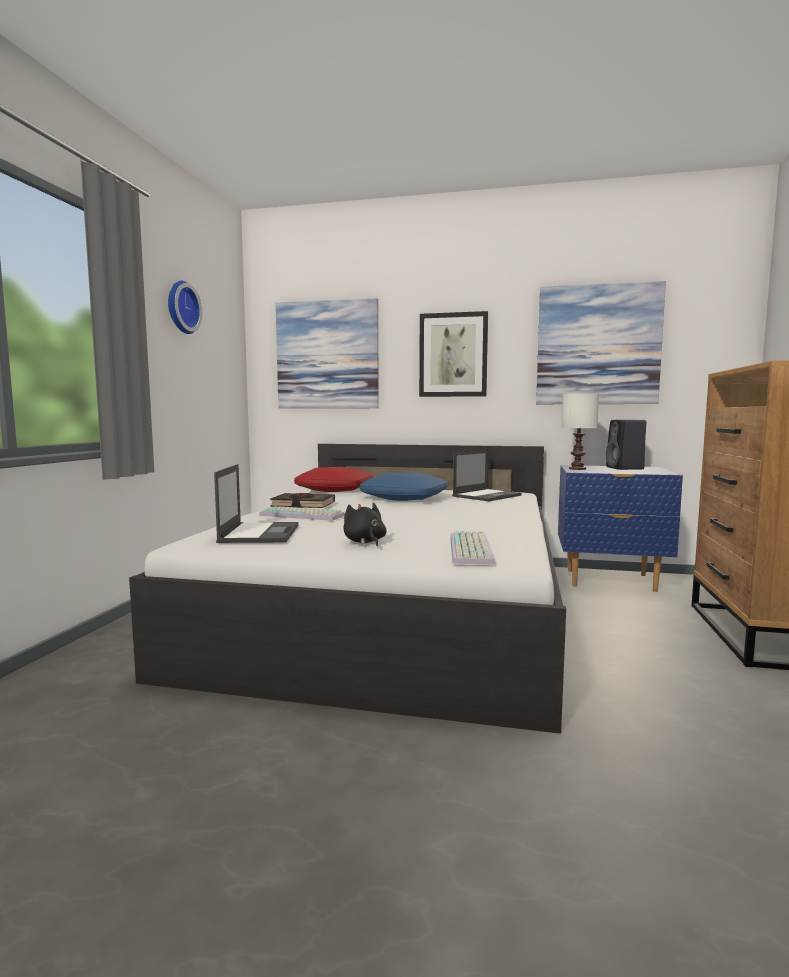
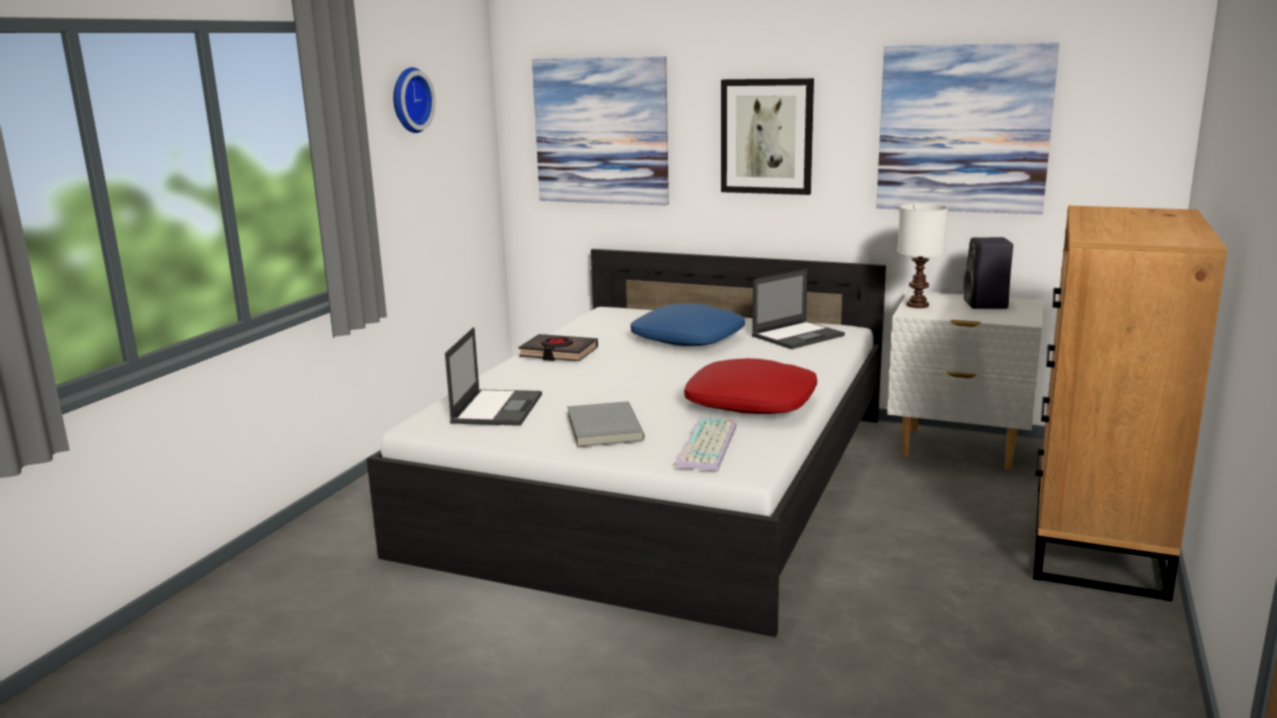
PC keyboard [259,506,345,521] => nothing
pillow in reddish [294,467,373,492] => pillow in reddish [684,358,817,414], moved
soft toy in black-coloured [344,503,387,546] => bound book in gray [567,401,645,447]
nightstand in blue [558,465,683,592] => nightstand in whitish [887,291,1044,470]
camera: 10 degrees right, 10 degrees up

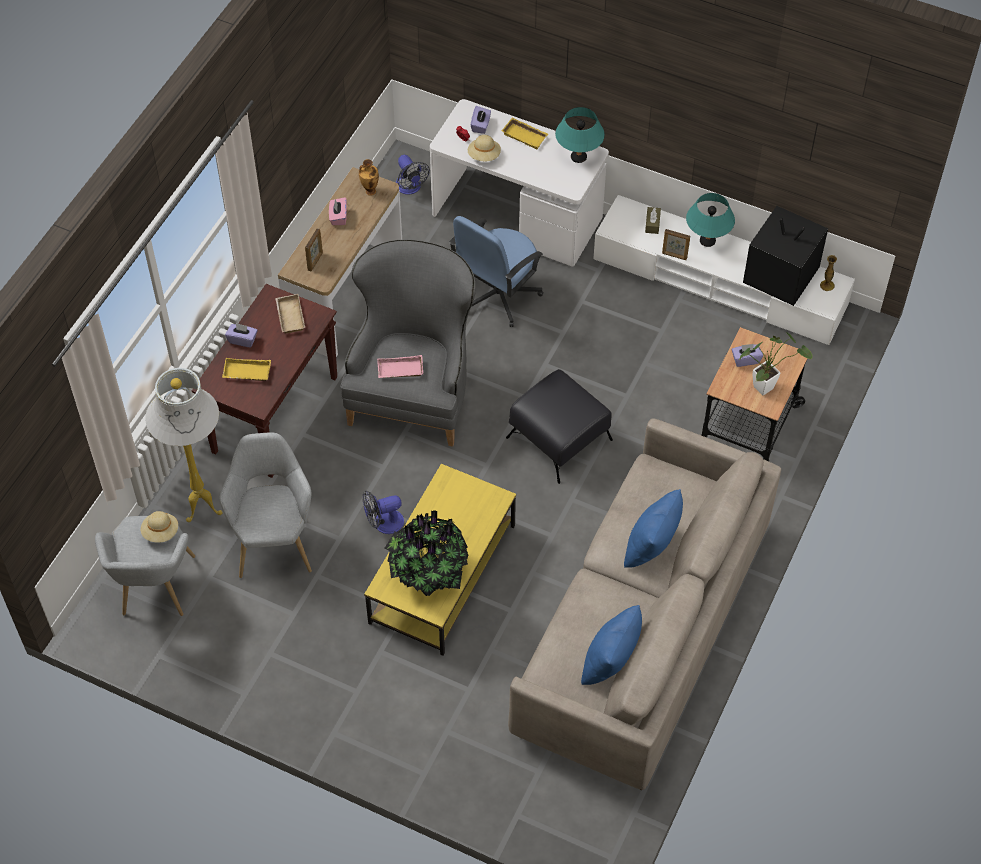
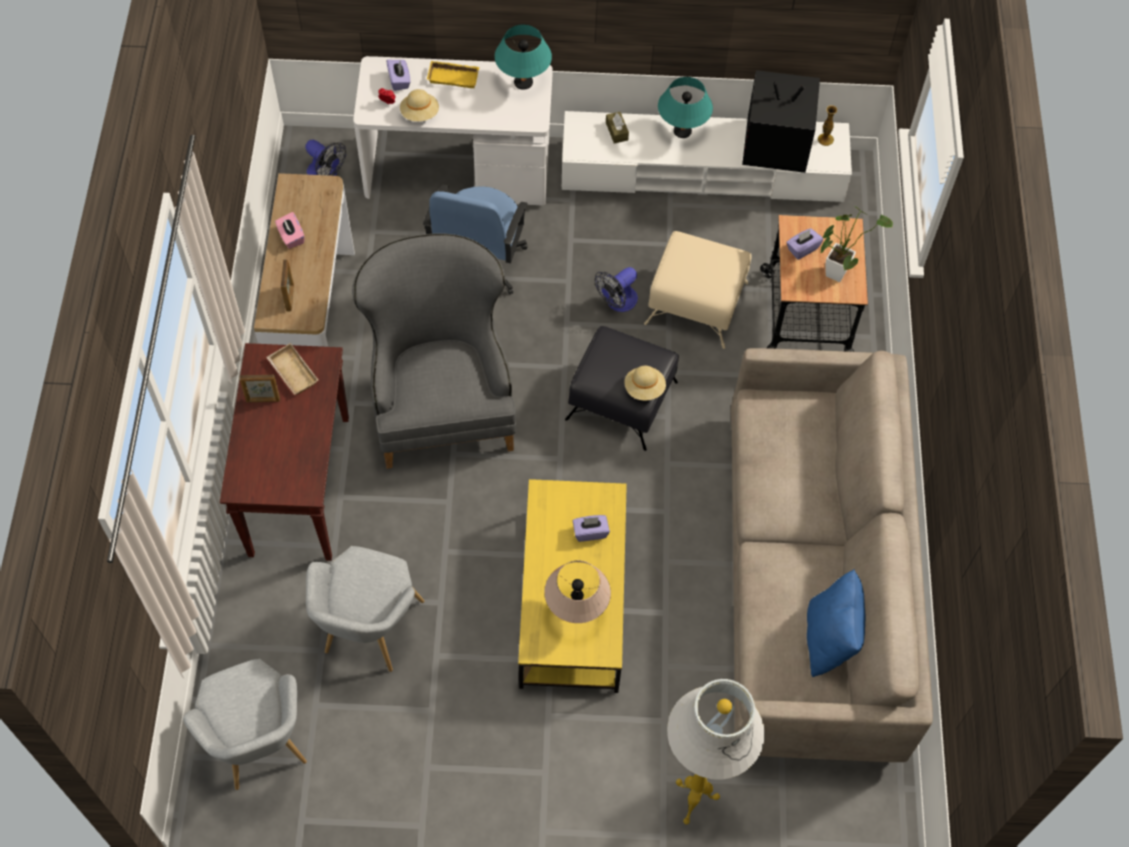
serving tray in yellow-coloured [222,358,271,381] => nothing
decorative vase [359,159,379,196] => nothing
serving tray in pink [377,355,423,378] => nothing
pillow in blue [624,489,683,568] => nothing
nothing => footrest in sand-coloured [644,231,752,349]
hat in sand-coloured [141,511,178,543] => hat in sand-coloured [625,366,666,400], moved
standard lamp in whitish [145,368,222,522] => standard lamp in whitish [667,679,765,825], moved
tissue box in purple [225,323,258,348] => tissue box in purple [573,515,610,542], moved
cooling fan [363,491,404,534] => cooling fan [595,267,638,312], moved
picture frame [662,229,690,260] => picture frame [239,374,280,402], moved
potted plant [384,510,469,596] => lamp for a table in sand-coloured [544,560,611,623]
easy chair in gray [219,432,312,578] => easy chair in gray [306,546,424,672], 135 degrees counterclockwise
camera: 25 degrees left, 5 degrees up

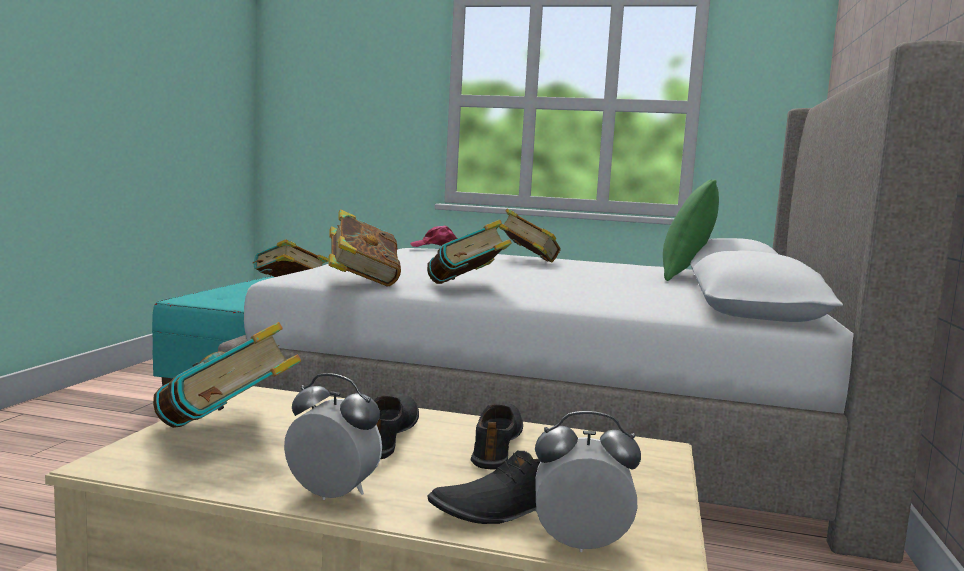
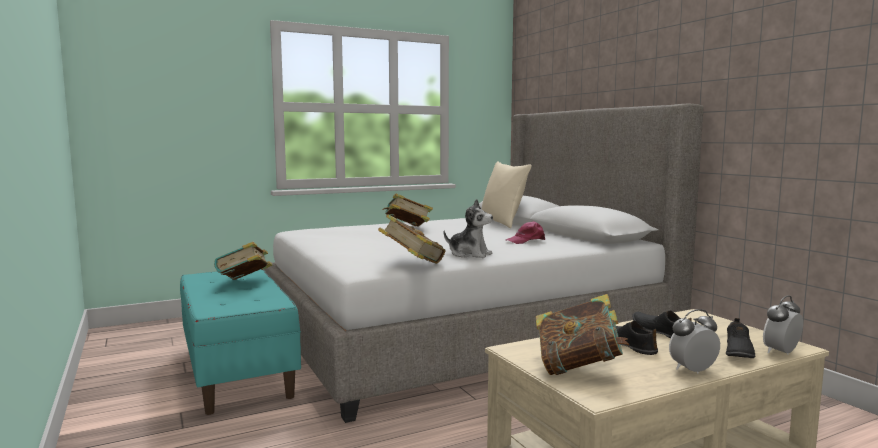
peaked cap in pink [410,225,457,247] => peaked cap in pink [506,221,545,244], moved
bound book [427,220,511,284] => soft toy [444,199,493,258]
pillow in green-coloured [663,180,719,281] => pillow in sand-coloured [482,161,532,228]
camera: 40 degrees left, 0 degrees up

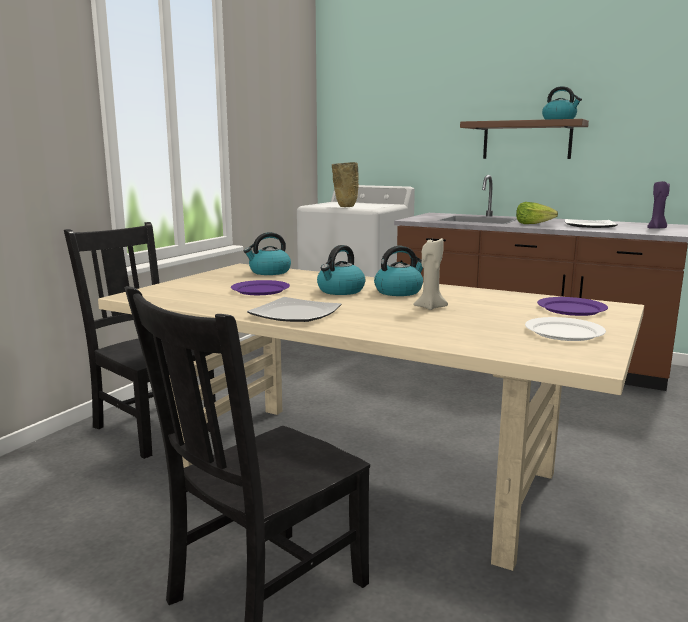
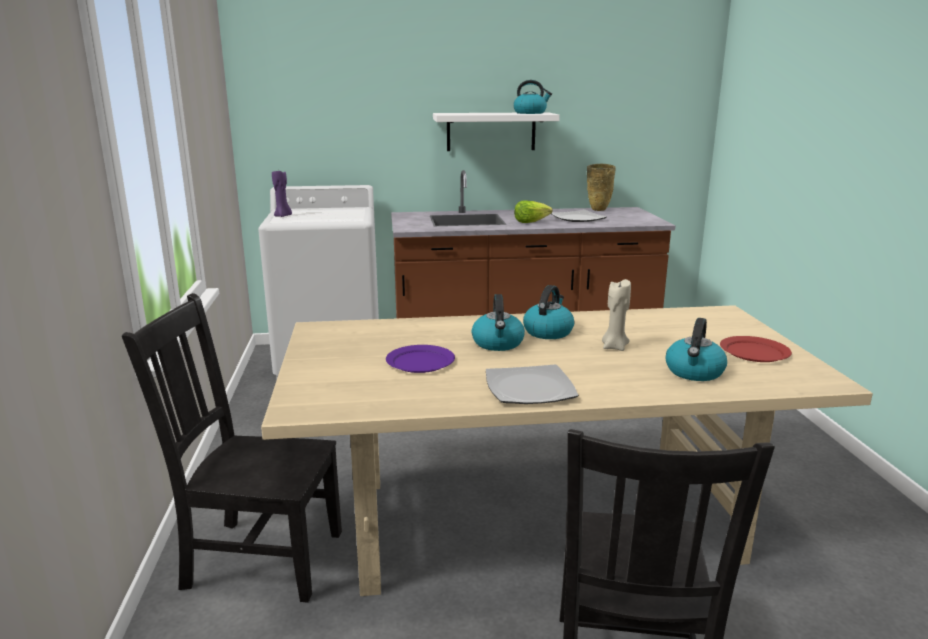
dinner plate in purple [537,297,608,316] => nothing
water kettle [244,232,291,275] => water kettle [666,318,727,381], moved
decorative vase in sand-coloured [332,162,359,207] => decorative vase in sand-coloured [587,164,616,211], moved
wax candle in purple [647,180,670,229] => wax candle in purple [272,169,292,217], moved
shelf in brown [460,119,589,159] => shelf in whitish [433,112,560,151]
dinner plate in whitish [525,317,606,341] => dinner plate in reddish [720,336,792,362]
camera: 35 degrees left, 5 degrees up

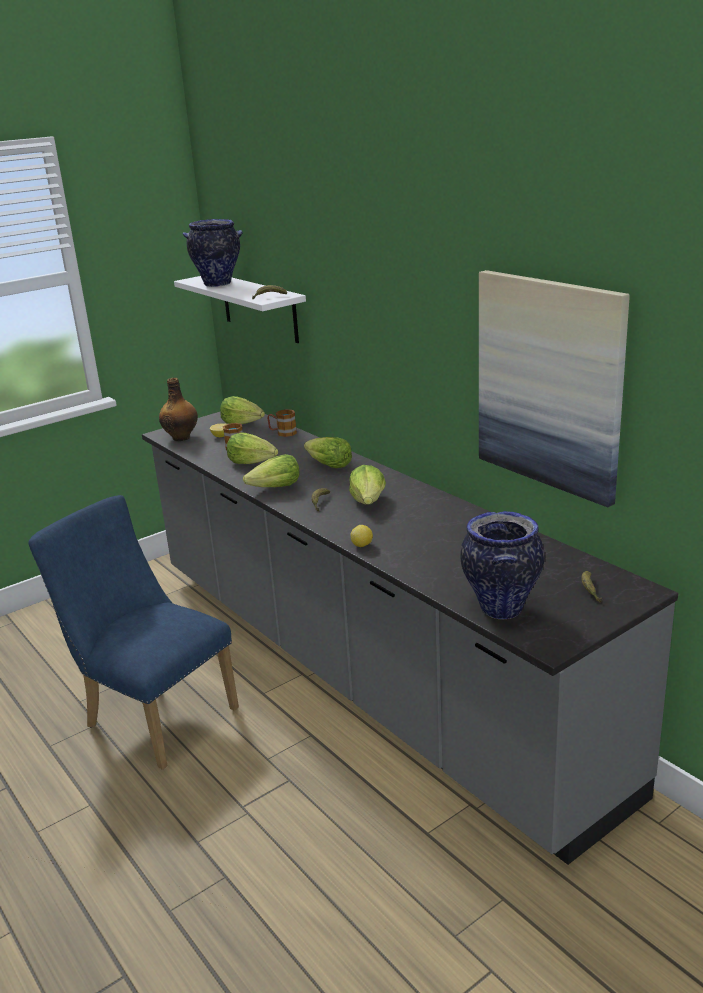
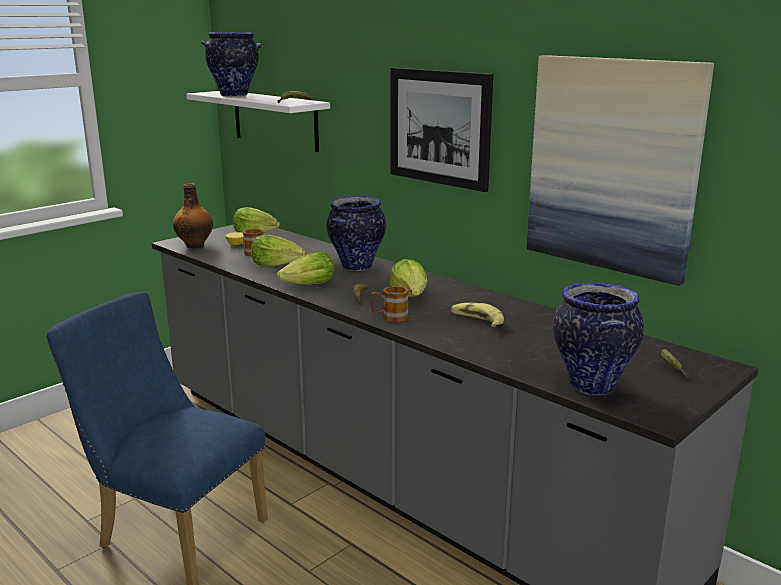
lemon [350,525,373,547] => nothing
nothing => picture [390,67,493,192]
nothing => banana fruit [451,303,504,327]
coffee mug [267,409,297,437] => coffee mug [371,286,409,322], moved
lettuce head [304,437,352,468] => decorative vase [327,196,386,271]
camera: 10 degrees left, 5 degrees down

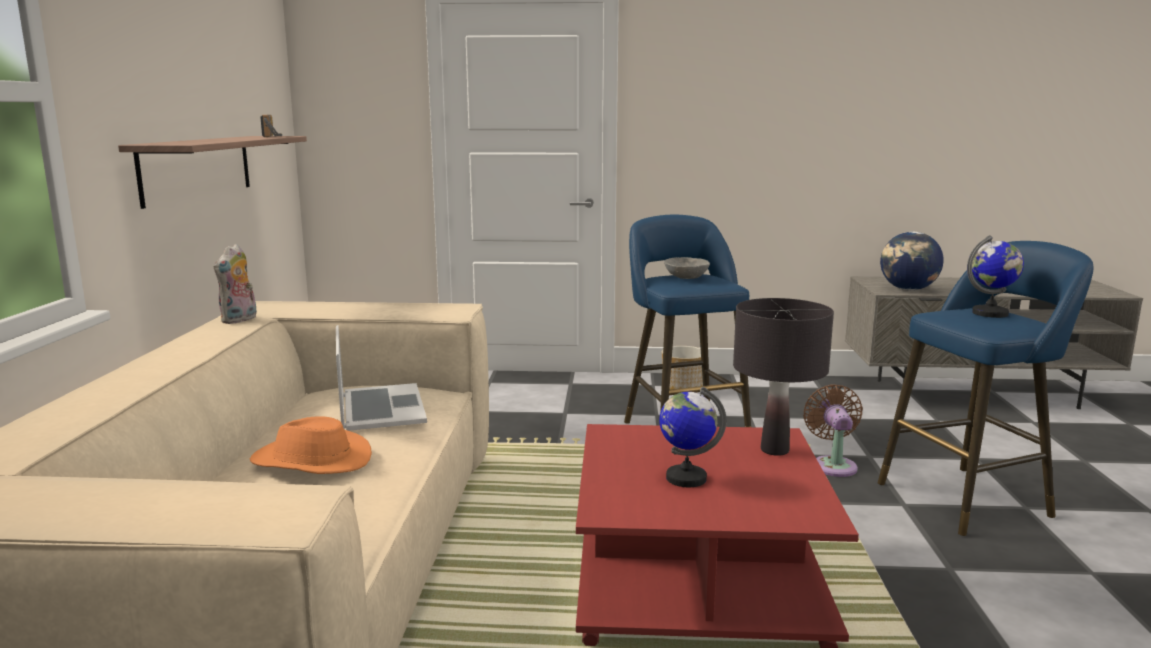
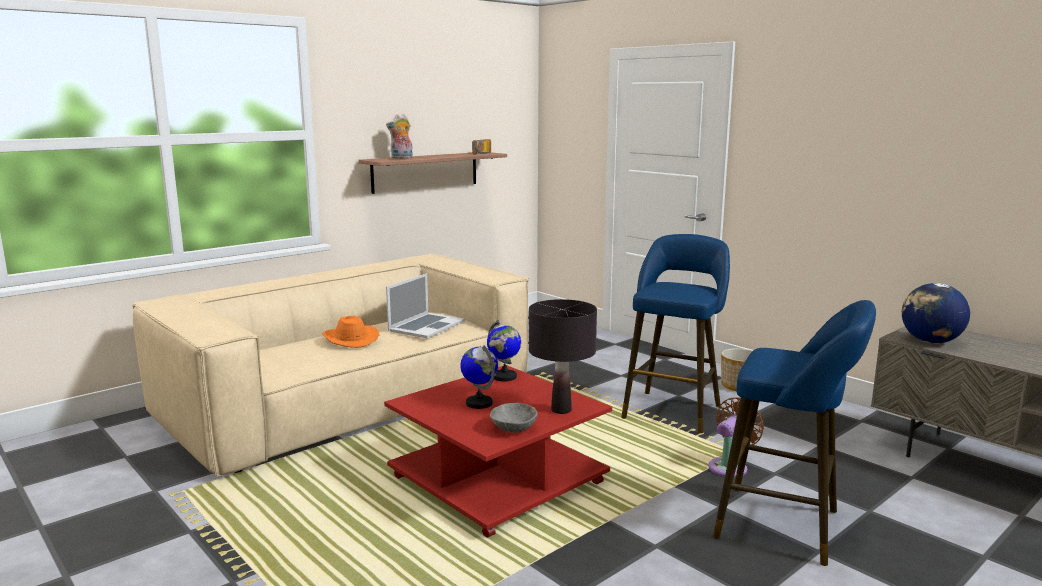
soft toy [213,244,257,324] => soft toy [386,114,413,159], moved
serving bowl in gray [664,257,710,279] => serving bowl in gray [490,403,538,433], moved
world globe [967,235,1024,318] => world globe [487,320,521,381], moved
camera: 45 degrees right, 0 degrees up

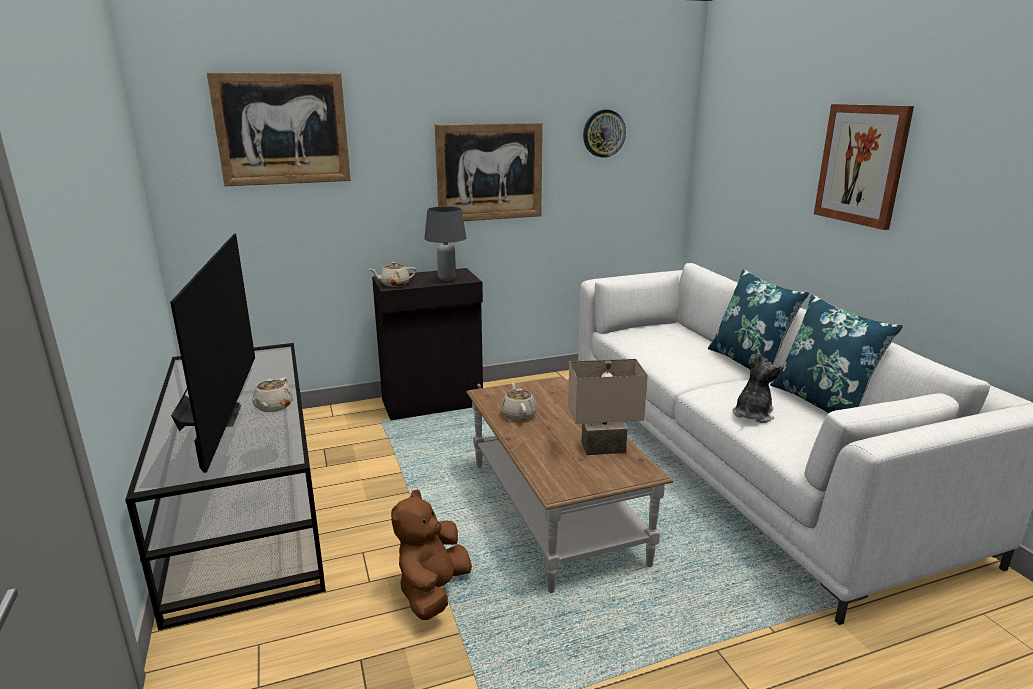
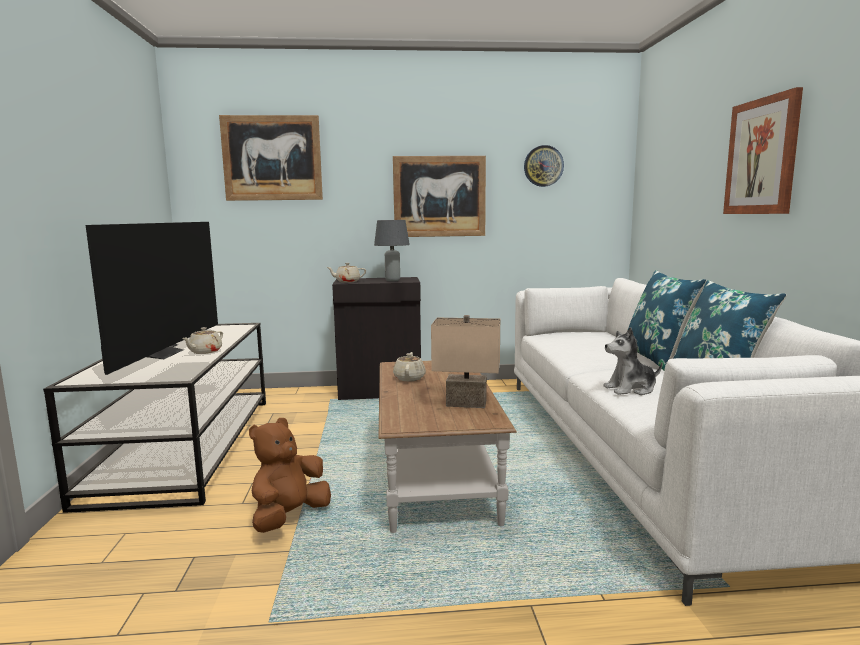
soft toy [732,353,784,423] => soft toy [603,327,663,395], 150 degrees counterclockwise
camera: 15 degrees right, 10 degrees down

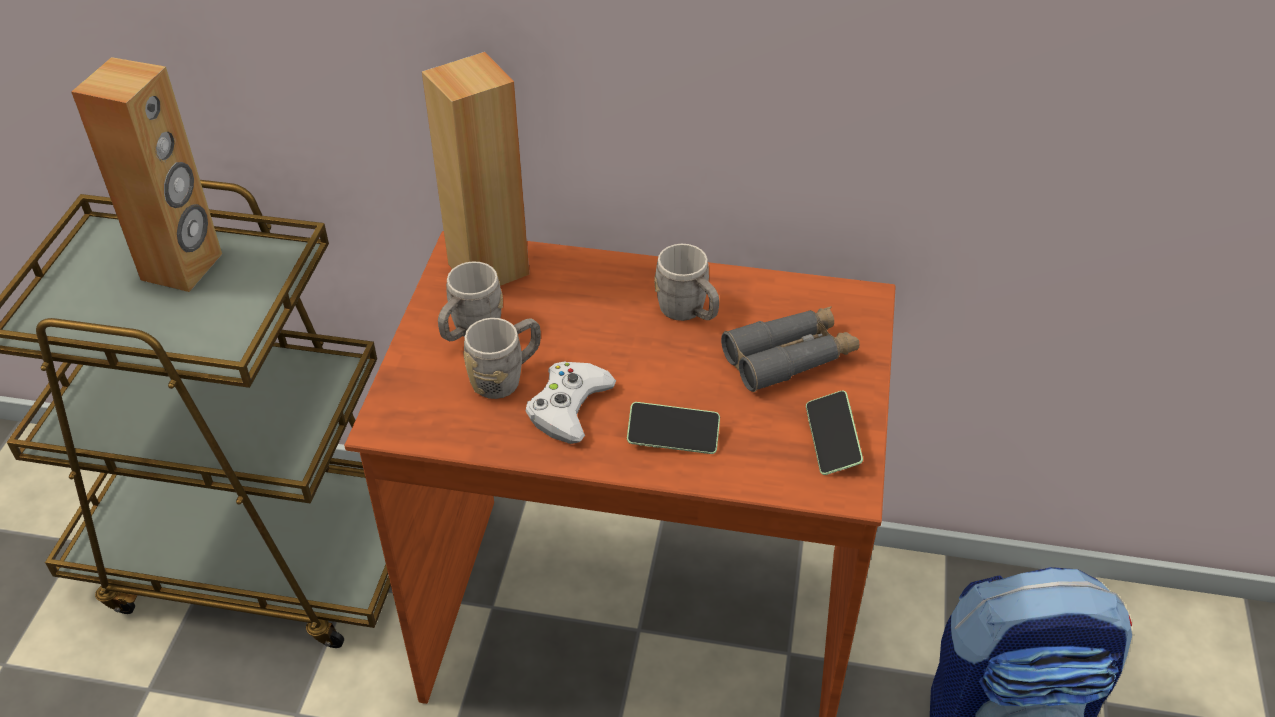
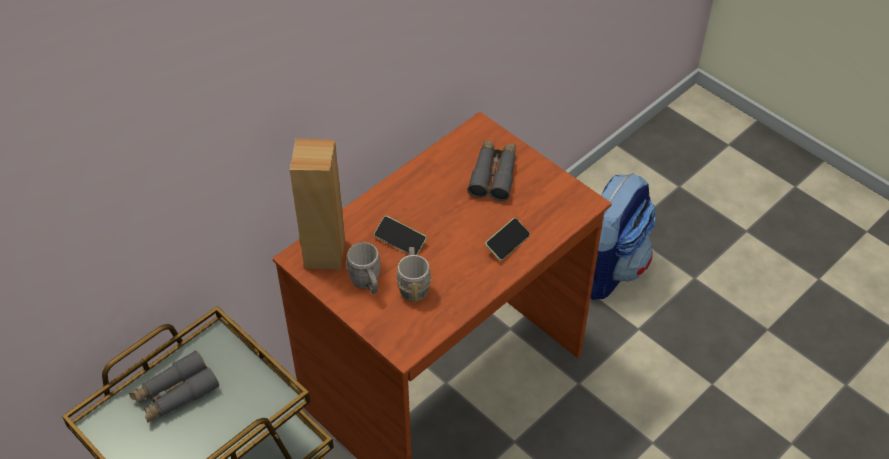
joypad in whitish [525,361,616,444] => nothing
coffee mug in gray [654,244,719,321] => nothing
phone [806,391,863,475] => phone [374,216,427,255], moved
speaker in brown [71,57,222,292] => pair of binoculars in gray [129,350,219,423]
camera: 55 degrees left, 5 degrees up

